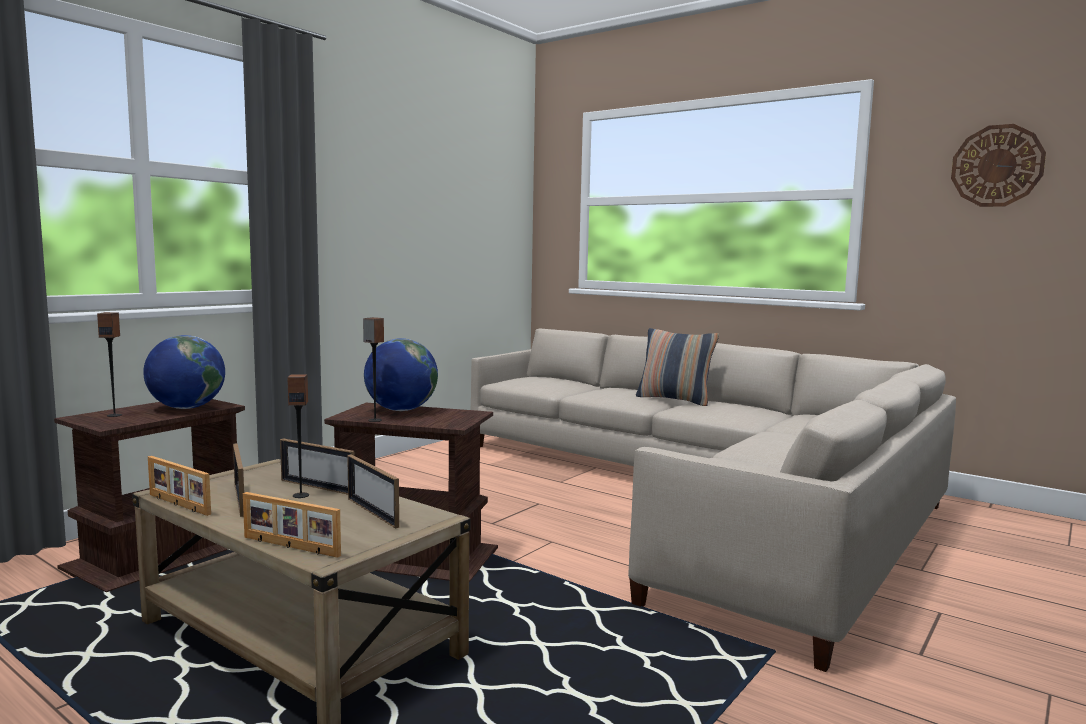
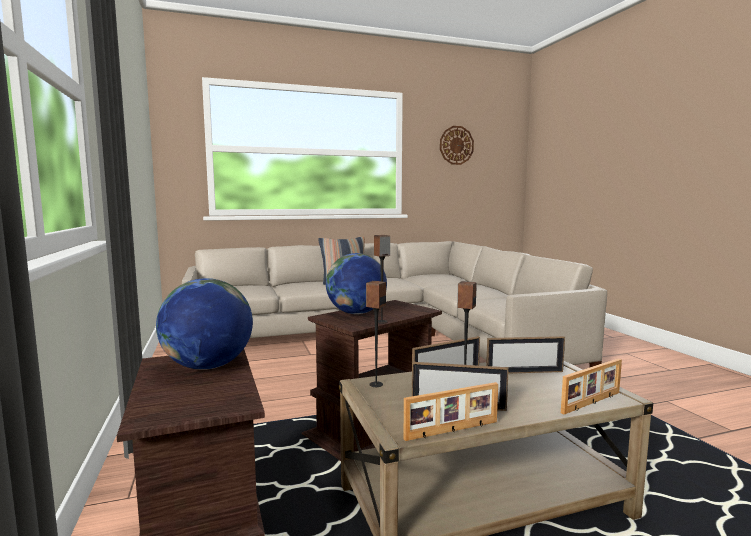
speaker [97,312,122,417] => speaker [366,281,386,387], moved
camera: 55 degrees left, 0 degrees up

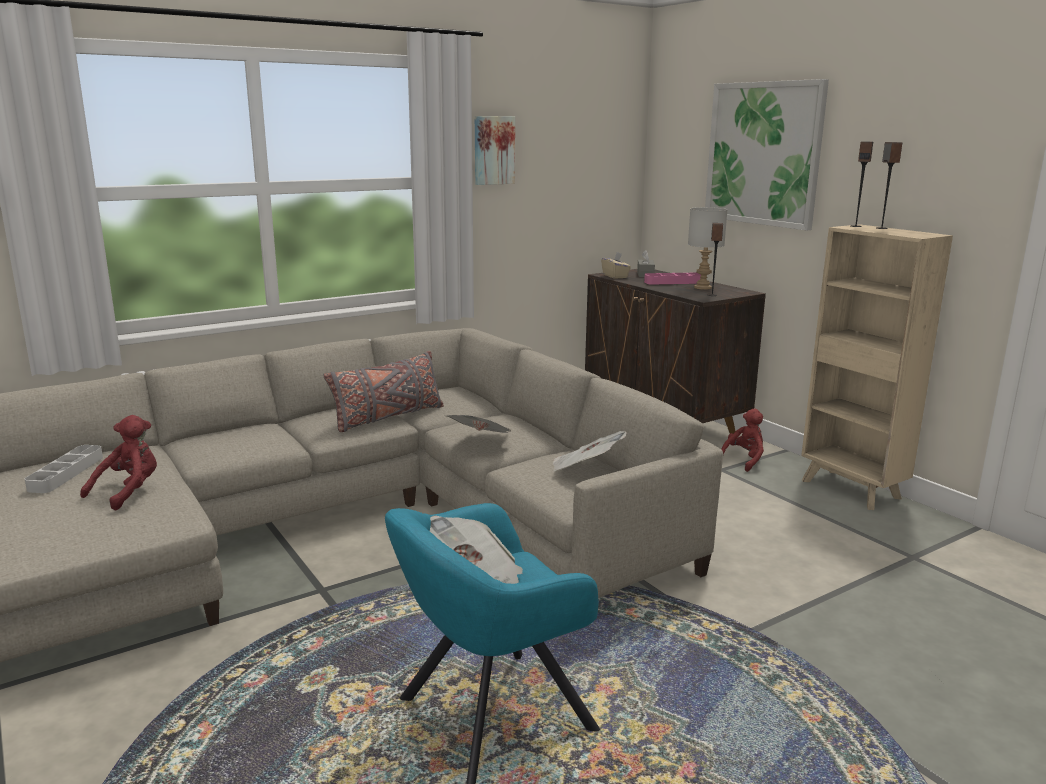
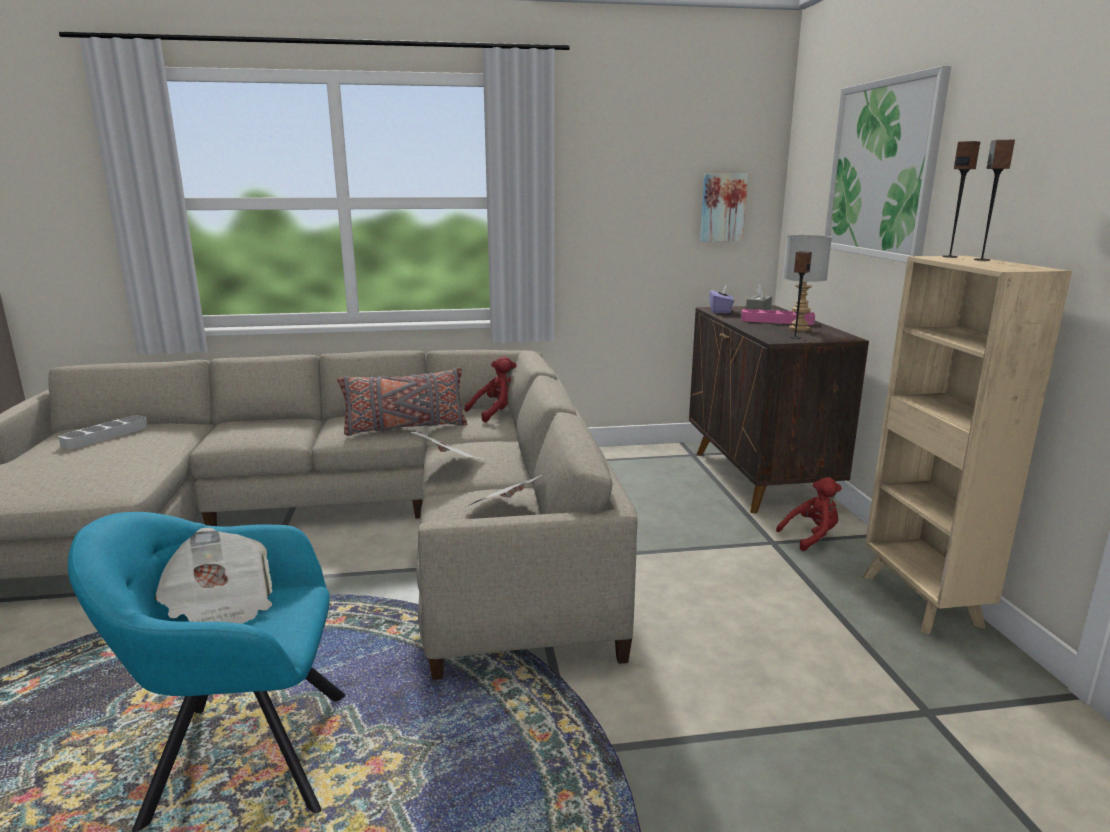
soft toy in reddish [80,415,157,511] => soft toy in reddish [465,356,517,422], moved
picture [475,116,515,185] => picture [700,174,748,242], moved
tissue box in sand-coloured [601,252,631,279] => tissue box in purple [709,285,734,313]
camera: 25 degrees right, 0 degrees up

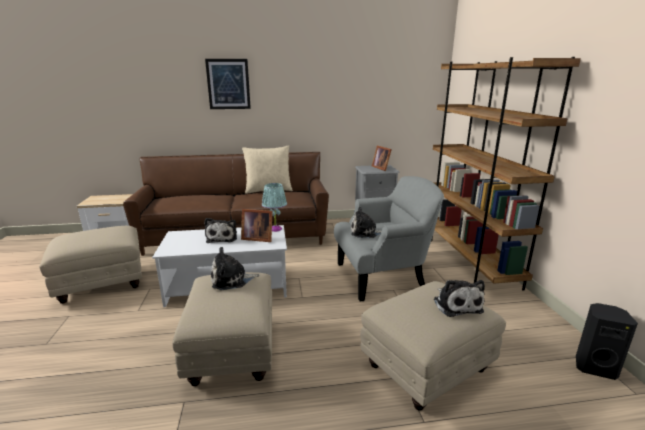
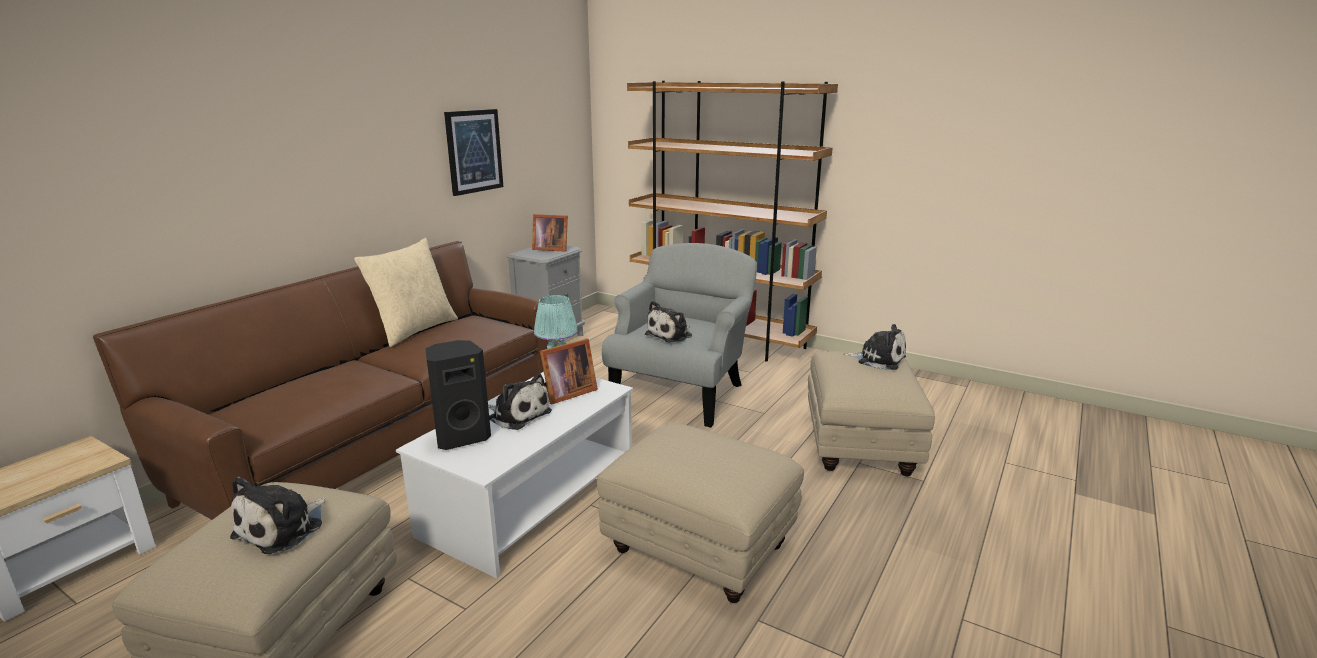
picture [205,59,251,109] => picture [444,109,503,196], moved
soft toy [211,247,260,290] => soft toy [230,477,326,554], moved
speaker in black-coloured [576,303,638,380] => speaker in black-coloured [425,340,491,450], moved
camera: 50 degrees left, 0 degrees up

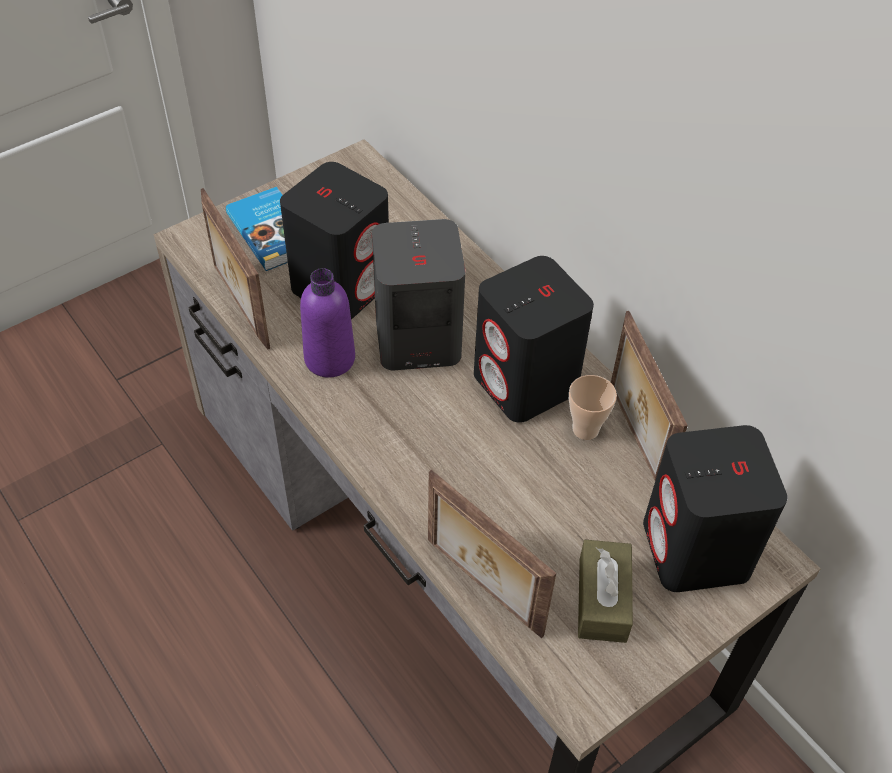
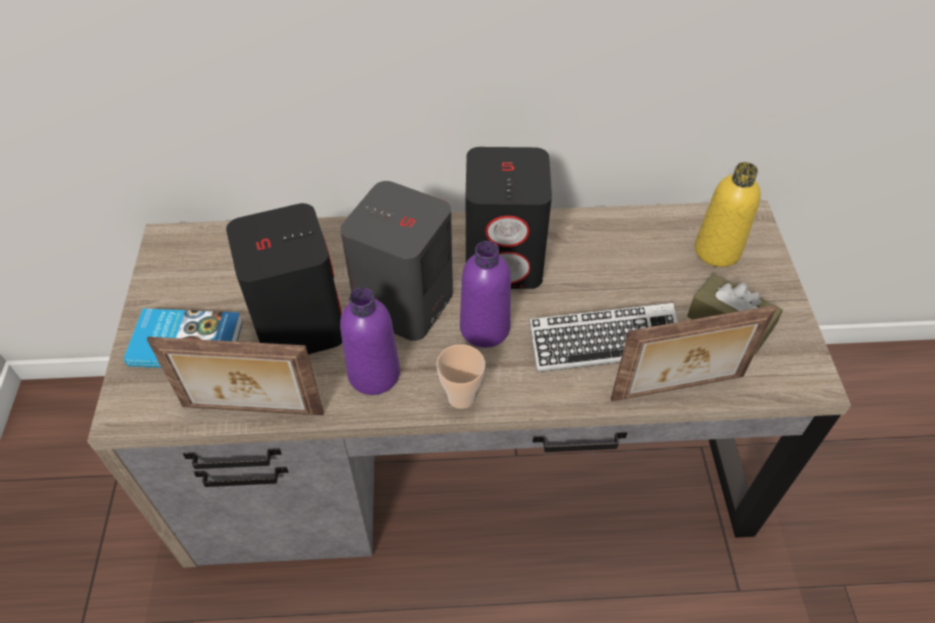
picture frame [611,311,688,480] => nothing
nothing => drink bottle in purple [460,241,511,348]
nothing => PC keyboard [529,303,677,372]
cup [569,375,617,440] => cup [436,344,485,409], moved
speaker in black-coloured [643,425,787,592] => drink bottle in yellow-coloured [695,162,761,267]
camera: 55 degrees left, 0 degrees up

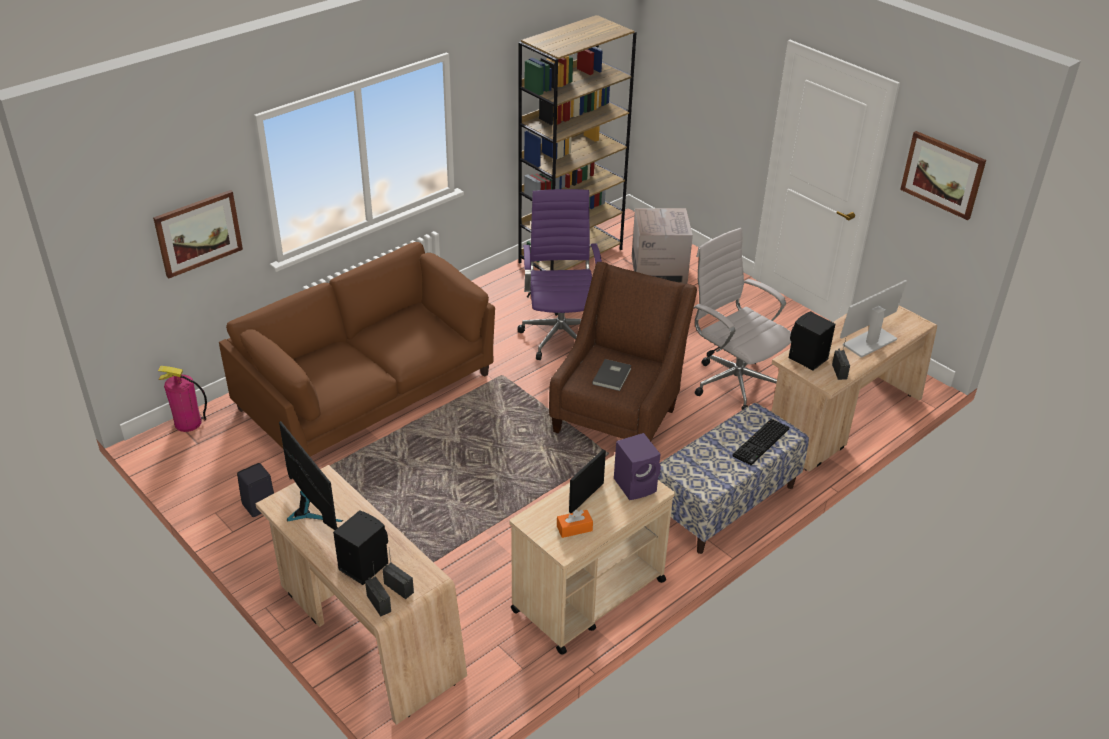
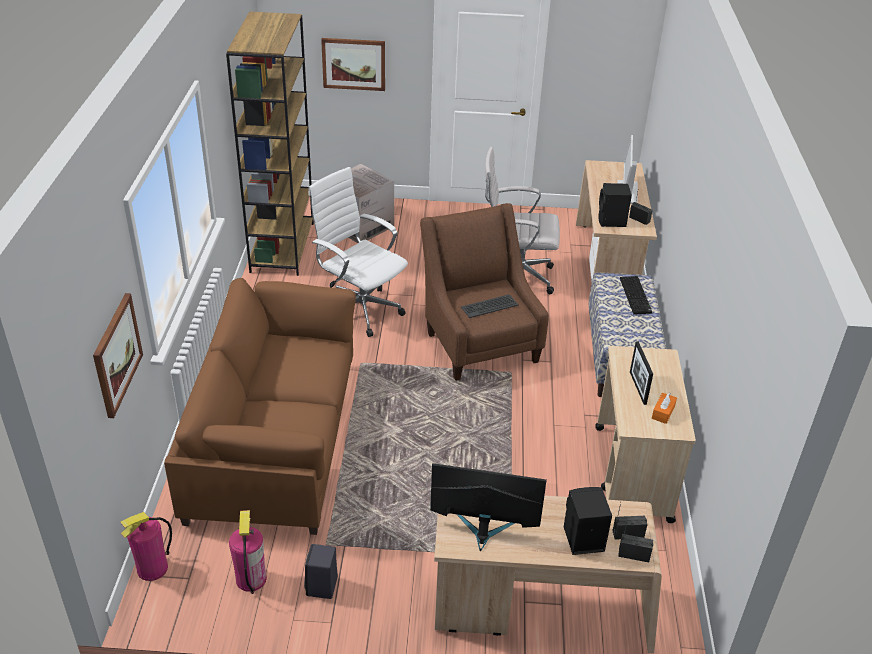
speaker in purple [614,433,661,500] => nothing
nothing => fire extinguisher [229,510,267,594]
picture [900,131,986,220] => picture [321,38,385,91], moved
bound book in gray [592,359,632,391] => PC keyboard [461,294,519,318]
office chair in purple [517,189,602,360] => office chair in whitish [308,167,408,337]
camera: 45 degrees left, 0 degrees up

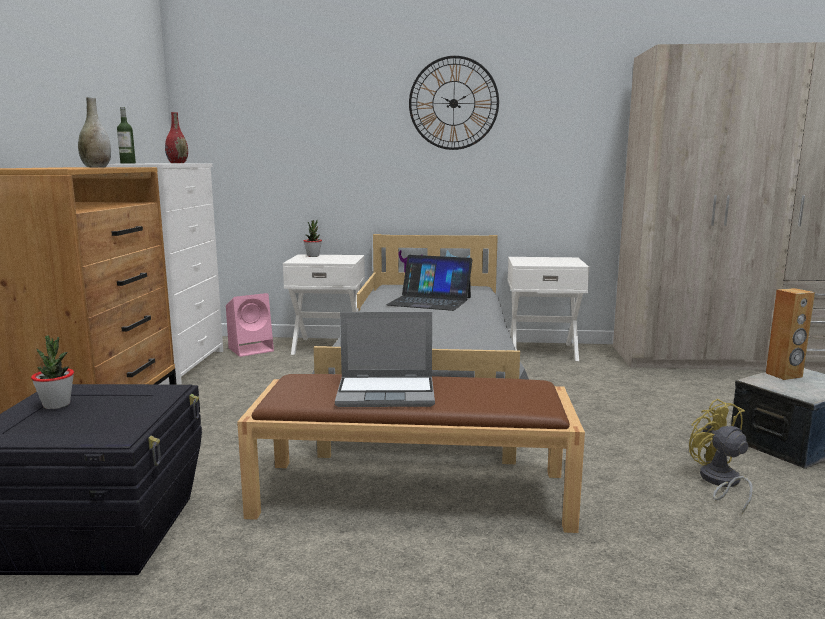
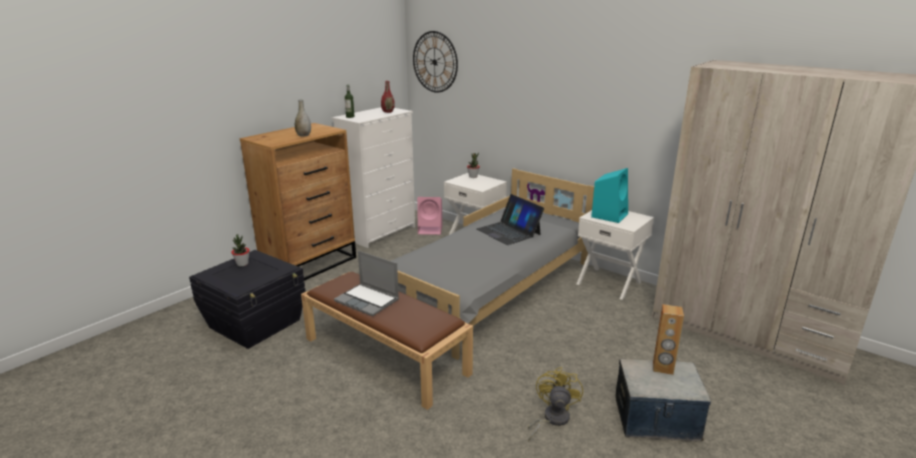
nothing => speaker in turquoise-coloured [591,168,628,223]
wall clock [409,56,499,150] => wall clock [413,31,458,93], moved
camera: 35 degrees right, 10 degrees up

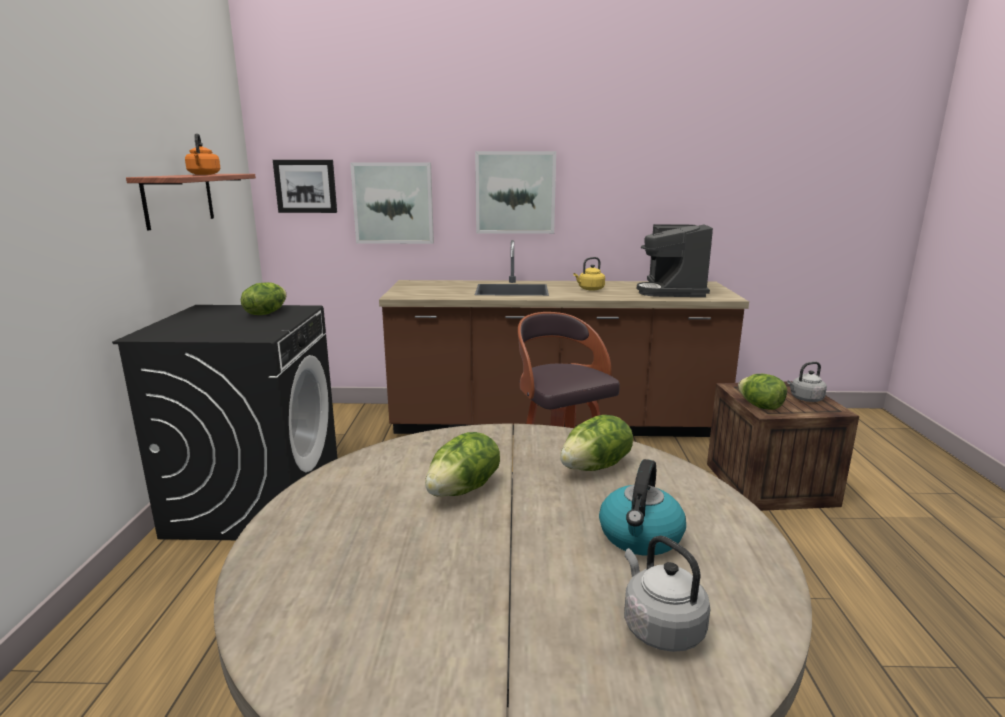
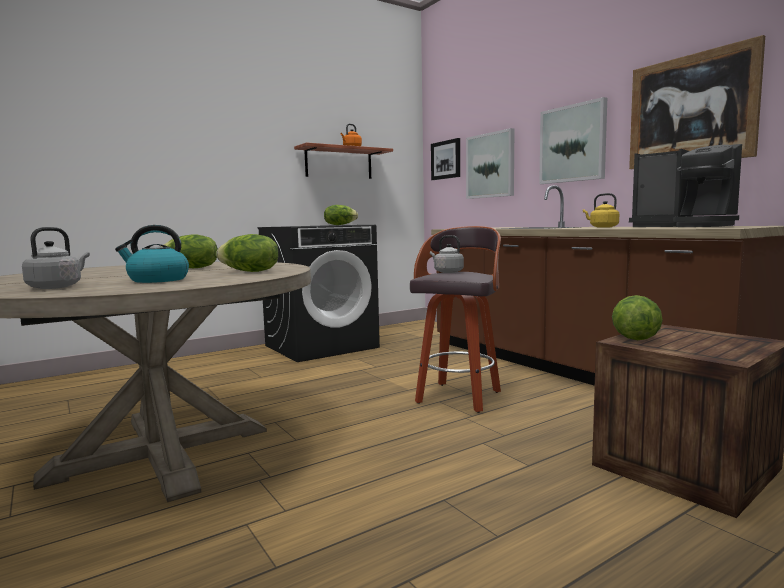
nothing => picture [629,35,765,169]
water kettle in gray [787,362,827,402] => water kettle in gray [430,235,464,273], moved
coffee maker [637,224,713,297] => coffee maker [629,144,742,227], 105 degrees counterclockwise
camera: 55 degrees right, 10 degrees down

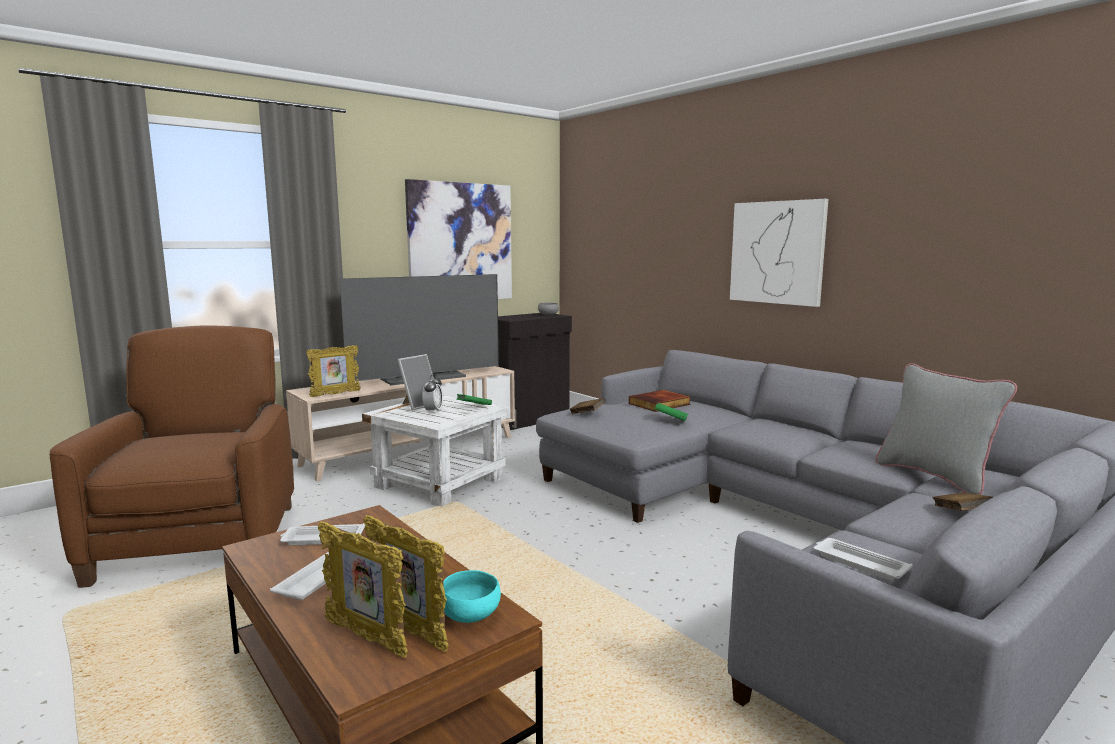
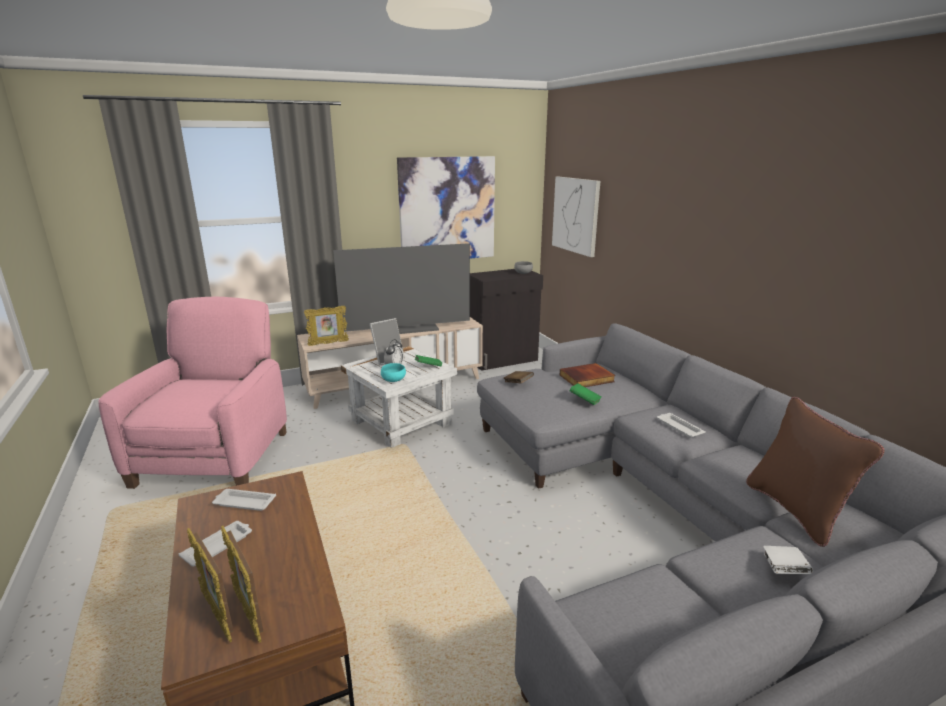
serving bowl in turquoise-coloured [443,570,501,623] => serving bowl in turquoise-coloured [381,363,406,382], moved
picture [730,199,828,307] => picture [552,177,600,257], moved
serving tray in whitish [814,538,913,580] => serving tray in whitish [657,413,705,438], moved
easy chair in brown [50,326,294,588] => easy chair in pink [98,297,287,489]
pillow in gray [875,363,1017,495] => pillow in brown [746,397,885,547]
bound book in brown [932,492,993,511] => bound book in whitish [763,546,813,574]
camera: 15 degrees right, 10 degrees up

